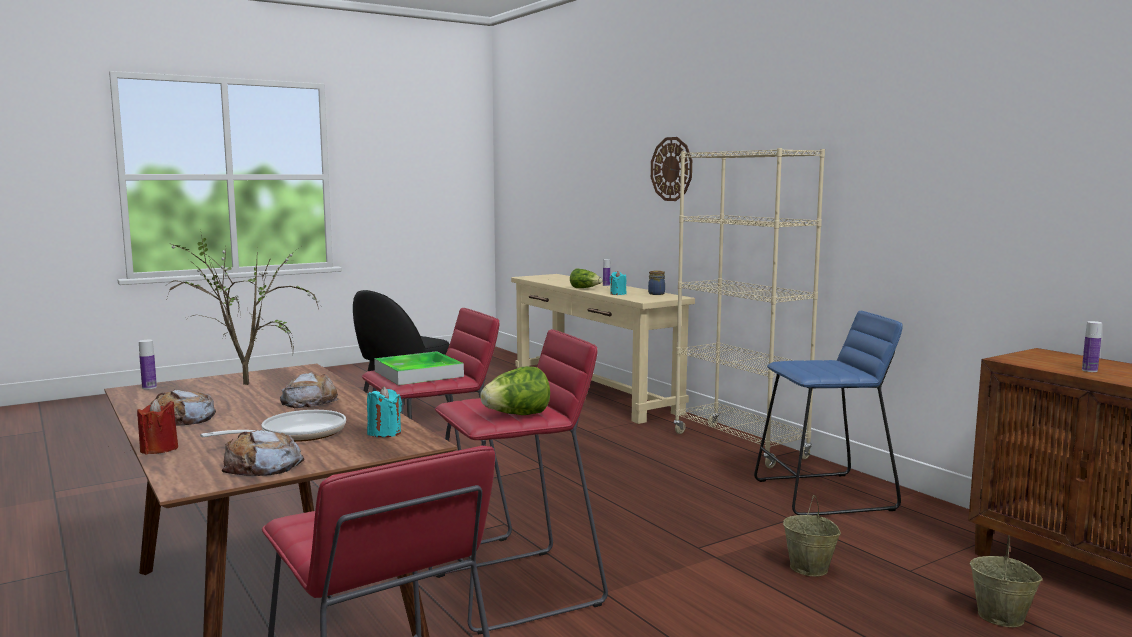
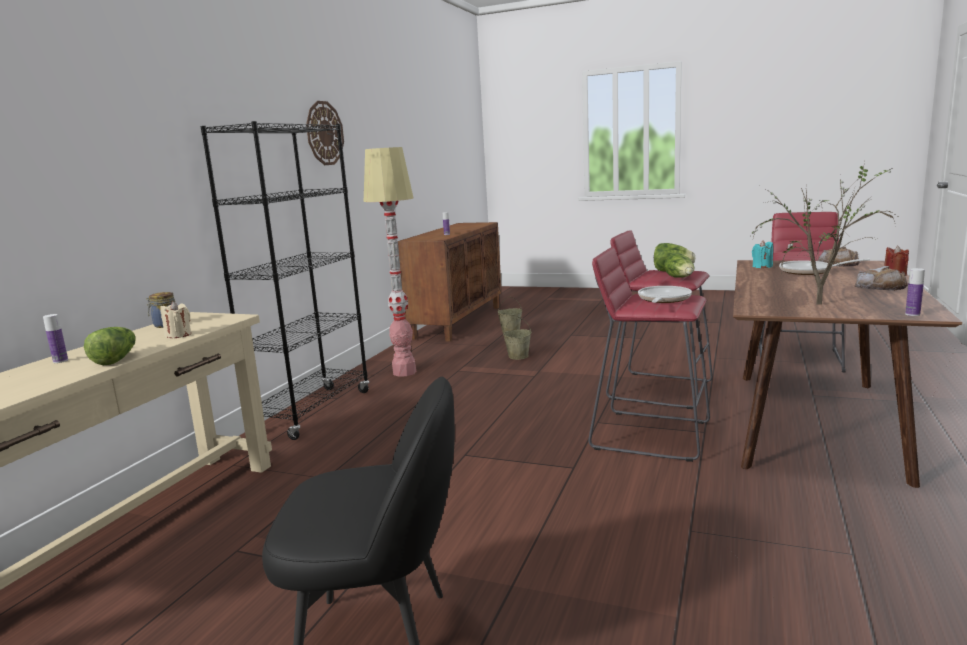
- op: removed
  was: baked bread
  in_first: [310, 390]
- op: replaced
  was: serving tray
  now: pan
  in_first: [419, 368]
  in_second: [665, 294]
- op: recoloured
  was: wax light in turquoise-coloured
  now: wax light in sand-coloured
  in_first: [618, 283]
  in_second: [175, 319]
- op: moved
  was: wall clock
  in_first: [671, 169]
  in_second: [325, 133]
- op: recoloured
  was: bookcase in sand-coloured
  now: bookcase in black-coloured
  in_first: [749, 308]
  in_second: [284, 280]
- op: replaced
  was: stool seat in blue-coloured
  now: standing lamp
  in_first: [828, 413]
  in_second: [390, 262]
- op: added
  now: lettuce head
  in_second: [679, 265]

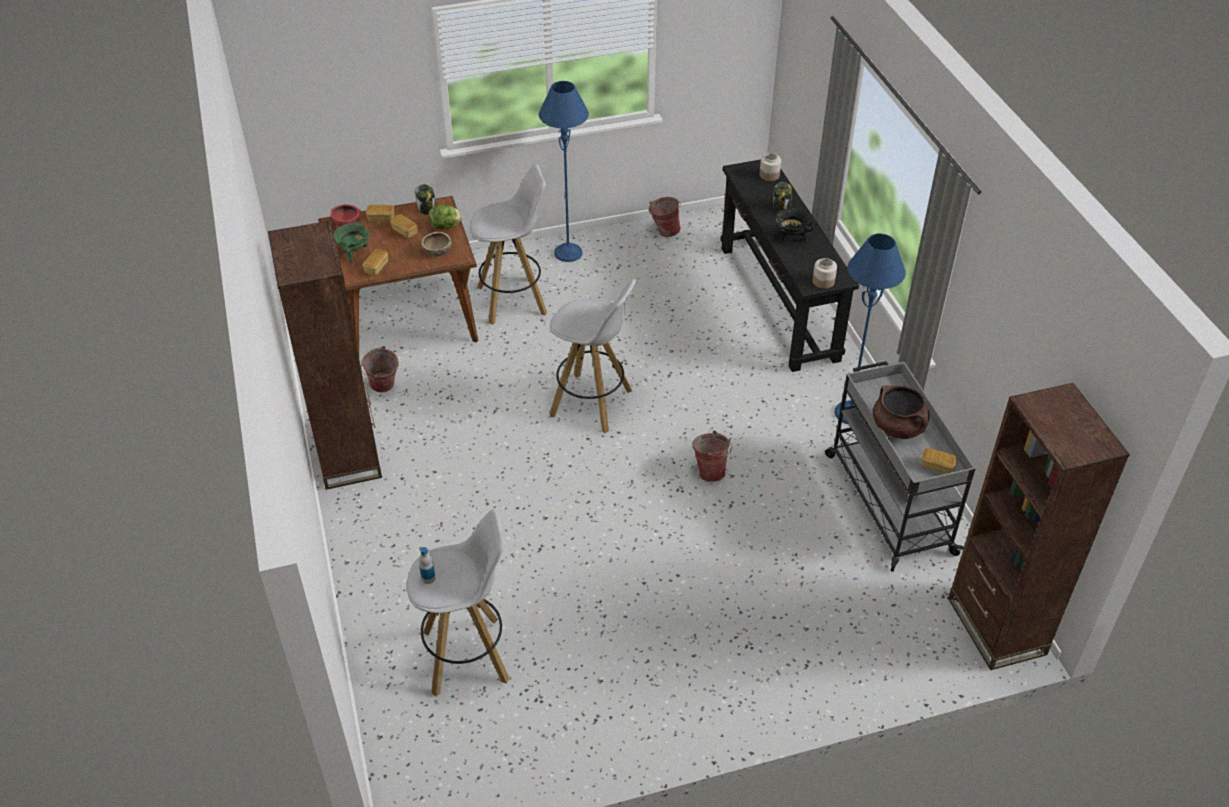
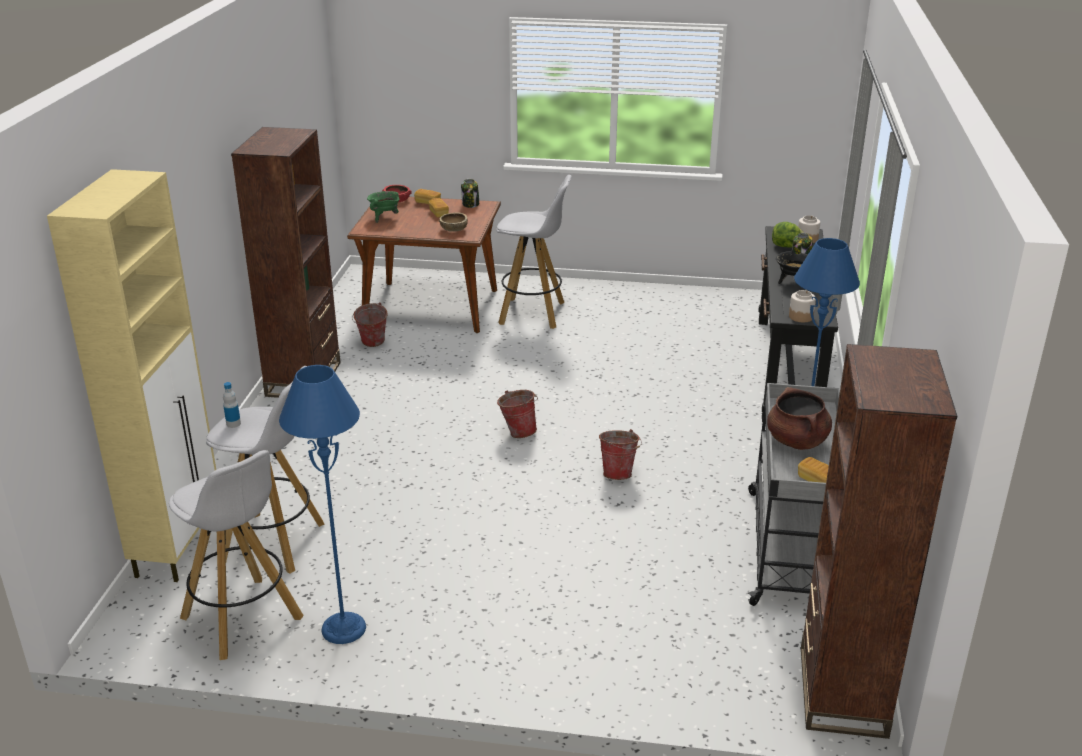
- op: removed
  was: baked bread
  in_first: [375, 262]
- op: moved
  was: lettuce head
  in_first: [445, 217]
  in_second: [788, 234]
- op: moved
  was: standing lamp in blue-coloured
  in_first: [564, 171]
  in_second: [322, 504]
- op: moved
  was: stool seat in white-coloured
  in_first: [592, 356]
  in_second: [236, 555]
- op: moved
  was: bucket
  in_first: [665, 217]
  in_second: [517, 414]
- op: added
  now: cupboard in sand-coloured
  in_second: [131, 375]

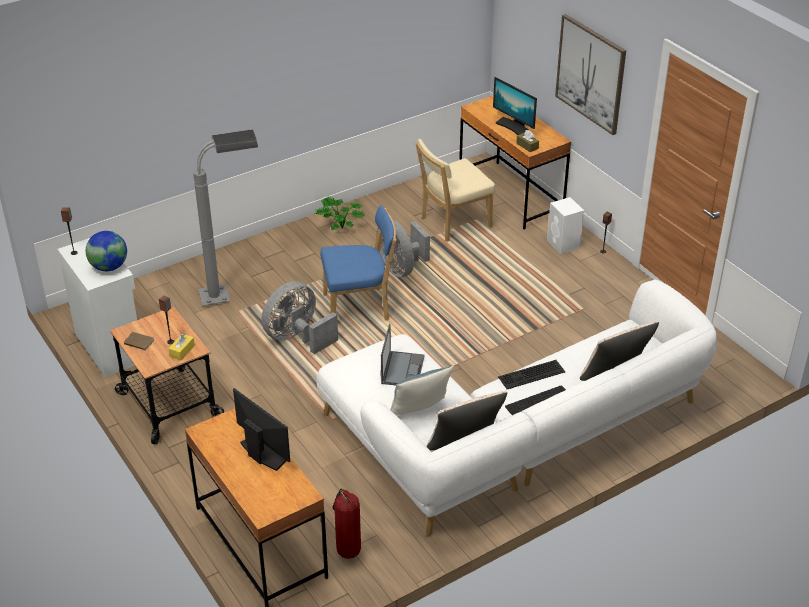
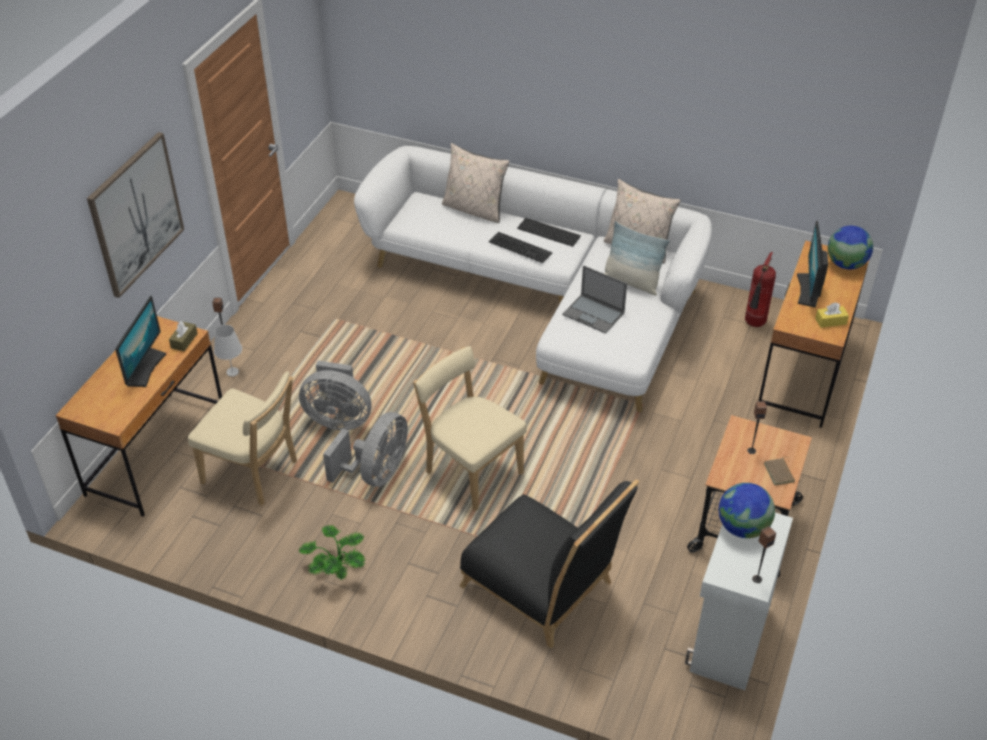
- op: moved
  was: tissue box in yellow
  in_first: [181, 347]
  in_second: [832, 315]
- op: replaced
  was: standing lamp in gray
  now: upright chair in black-coloured
  in_first: [225, 217]
  in_second: [549, 564]
- op: moved
  was: electric fan in gray
  in_first: [299, 317]
  in_second: [335, 395]
- op: recoloured
  was: upright chair in blue-coloured
  now: upright chair in sand-coloured
  in_first: [358, 263]
  in_second: [470, 428]
- op: turned
  was: laptop
  in_first: [403, 354]
  in_second: [594, 299]
  clockwise: -120
- op: replaced
  was: loudspeaker in white-coloured
  now: tabletop lamp in white-coloured
  in_first: [565, 225]
  in_second: [228, 351]
- op: added
  now: world globe
  in_second: [850, 247]

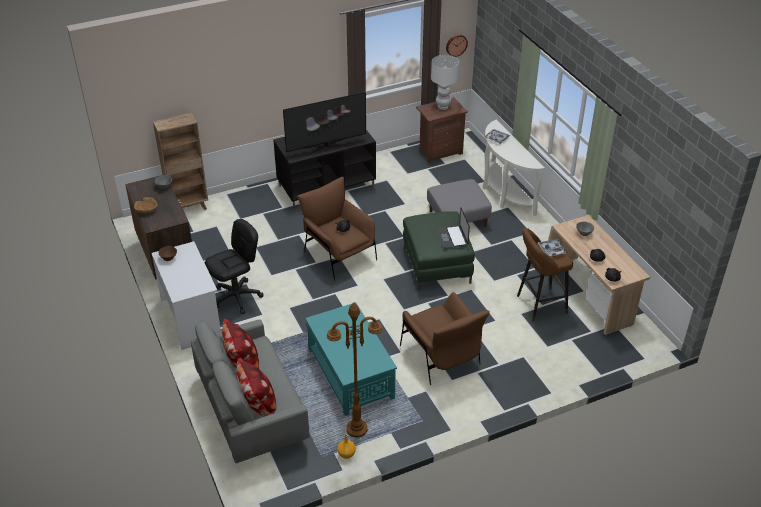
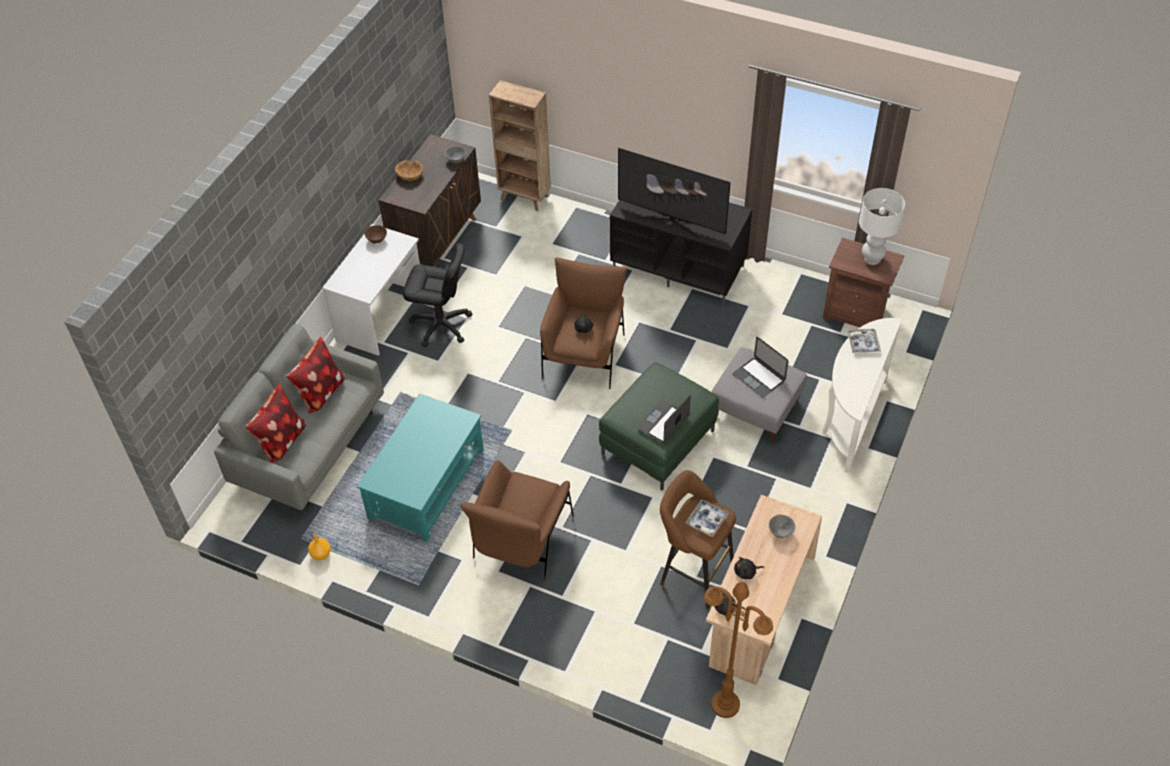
- op: moved
  was: standing lamp in brown
  in_first: [354, 370]
  in_second: [738, 650]
- op: removed
  was: wall clock
  in_first: [457, 45]
- op: added
  now: laptop
  in_second: [760, 367]

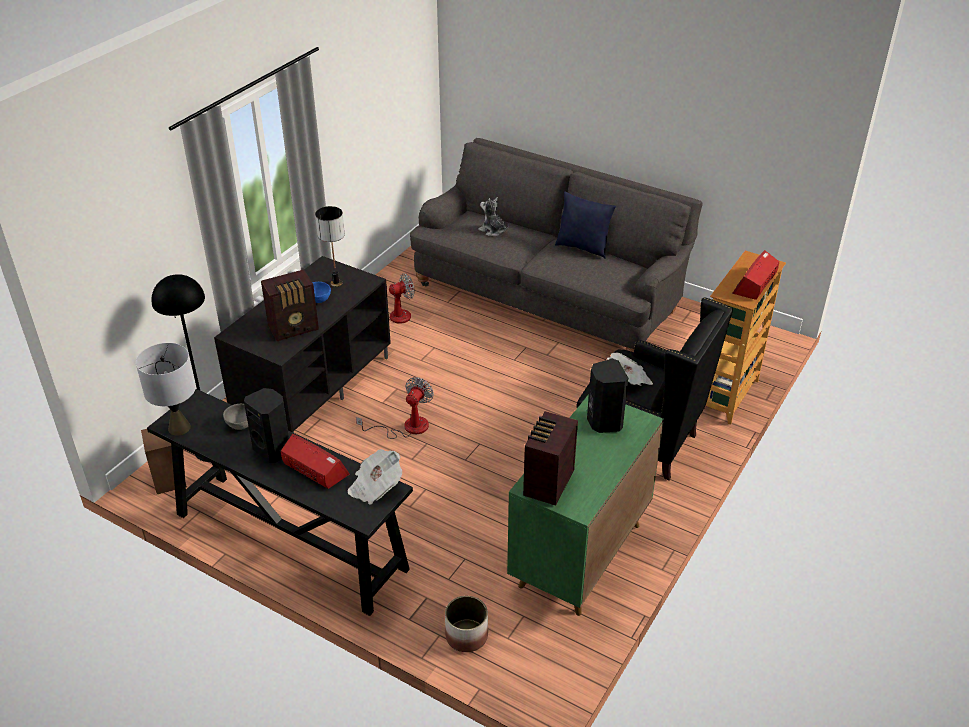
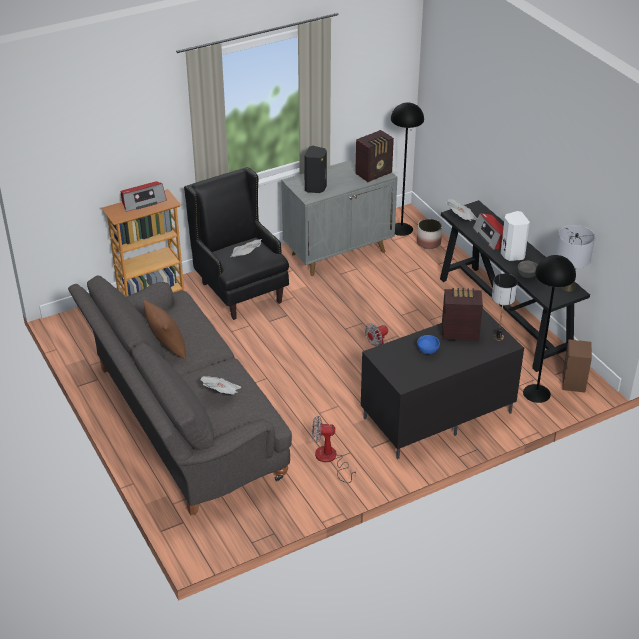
- op: recoloured
  was: loudspeaker in black-coloured
  now: loudspeaker in white-coloured
  in_first: [266, 425]
  in_second: [515, 236]
- op: moved
  was: tabletop lamp
  in_first: [330, 246]
  in_second: [505, 307]
- op: replaced
  was: plush toy
  now: newspaper
  in_first: [493, 216]
  in_second: [221, 385]
- op: recoloured
  was: cupboard in green-coloured
  now: cupboard in gray
  in_first: [585, 505]
  in_second: [339, 217]
- op: recoloured
  was: pillow in blue-coloured
  now: pillow in brown
  in_first: [585, 225]
  in_second: [164, 330]
- op: added
  now: standing lamp in black-coloured
  in_second: [407, 169]

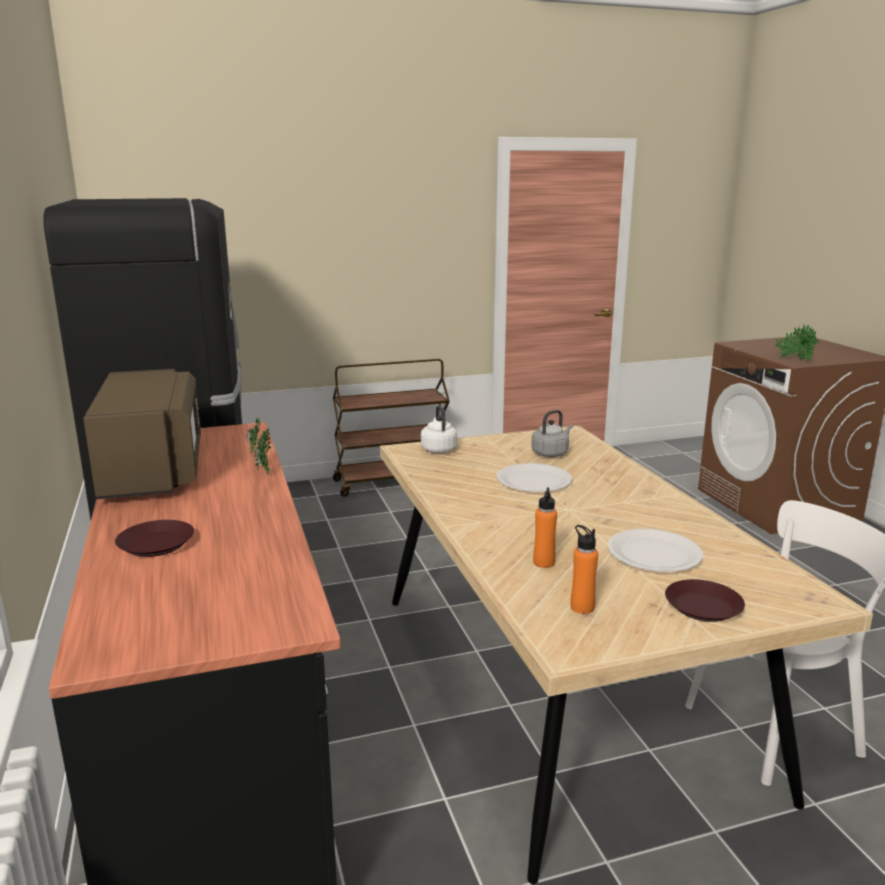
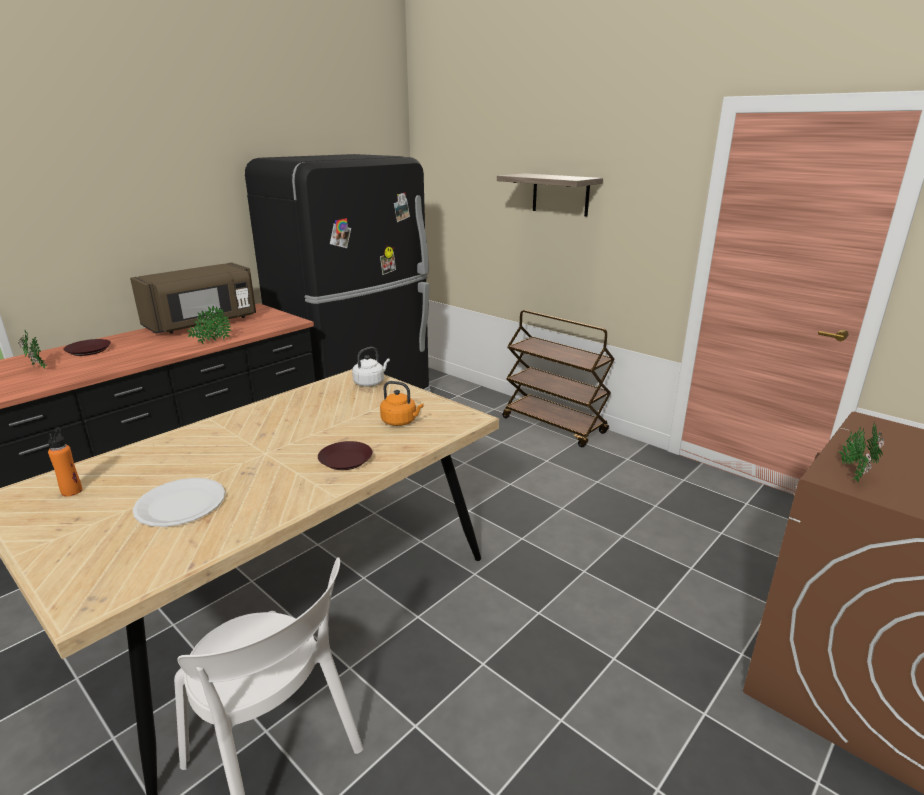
- op: removed
  was: dinner plate in white-coloured
  in_first: [534, 477]
- op: recoloured
  was: tea kettle in gray
  now: tea kettle in orange-coloured
  in_first: [552, 433]
  in_second: [402, 403]
- op: removed
  was: bottle in orange-coloured
  in_first: [545, 527]
- op: moved
  was: dinner plate in brown
  in_first: [705, 600]
  in_second: [345, 455]
- op: added
  now: plant in a pot
  in_second: [32, 349]
- op: added
  now: wall shelf
  in_second: [550, 195]

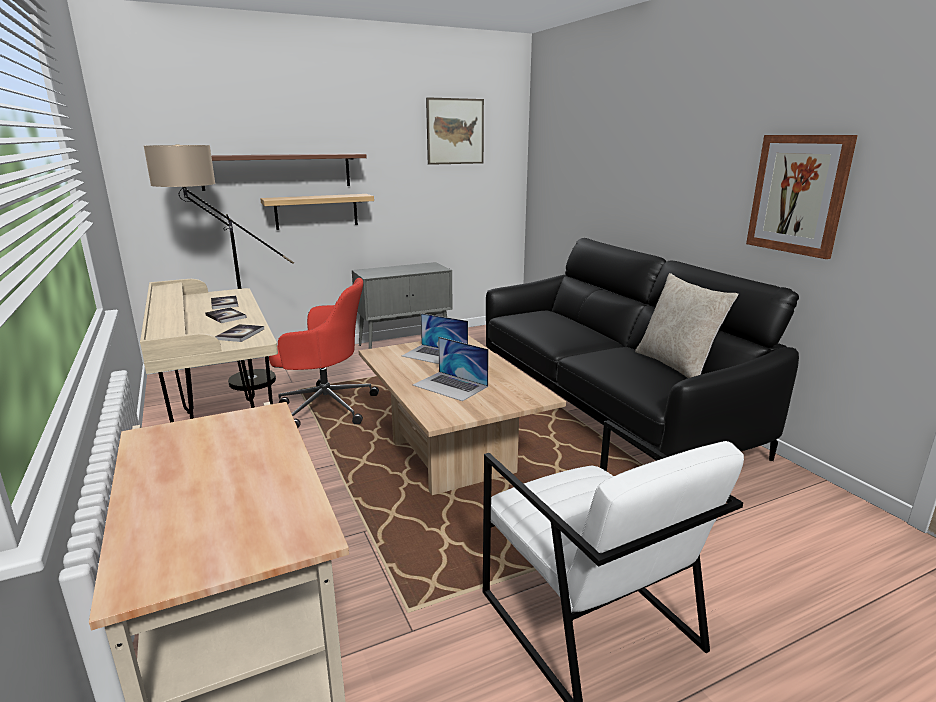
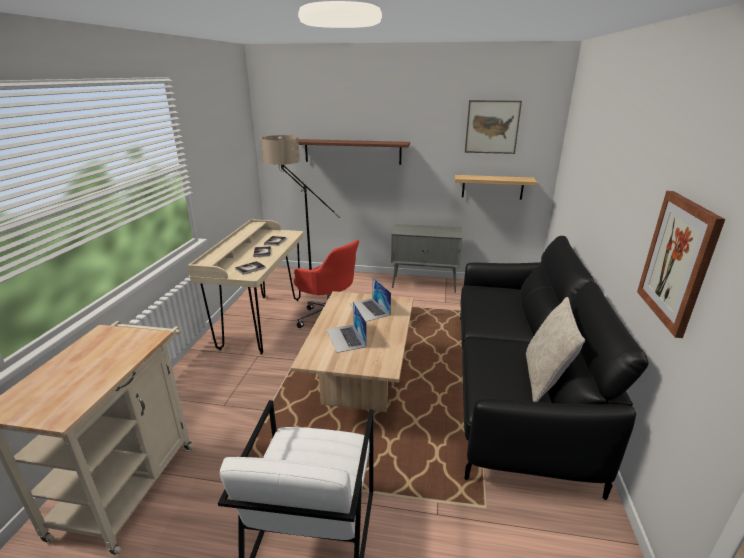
- op: moved
  was: wall shelf
  in_first: [317, 212]
  in_second: [496, 187]

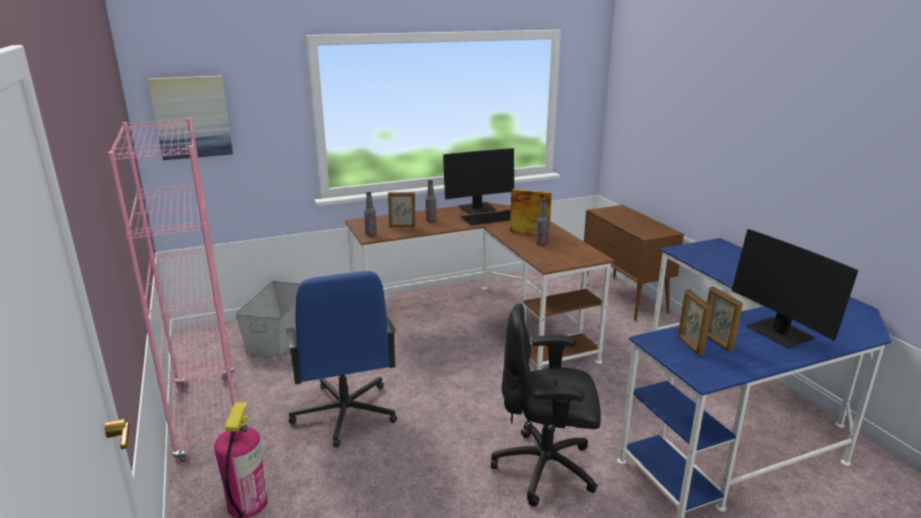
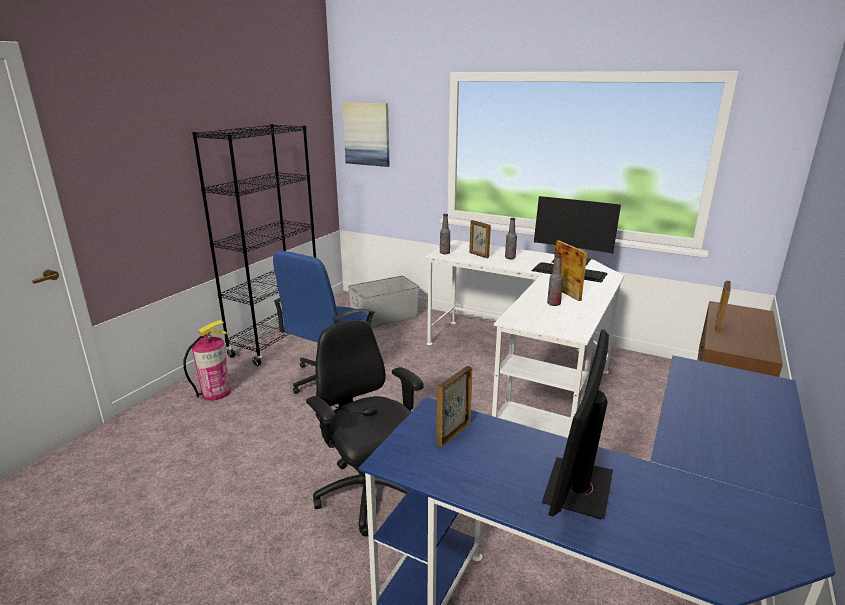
- op: recoloured
  was: bookcase in pink-coloured
  now: bookcase in black-coloured
  in_first: [171, 291]
  in_second: [254, 245]
- op: recoloured
  was: desk unit in brown
  now: desk unit in white-coloured
  in_first: [480, 286]
  in_second: [524, 339]
- op: moved
  was: standing frame
  in_first: [725, 319]
  in_second: [723, 307]

